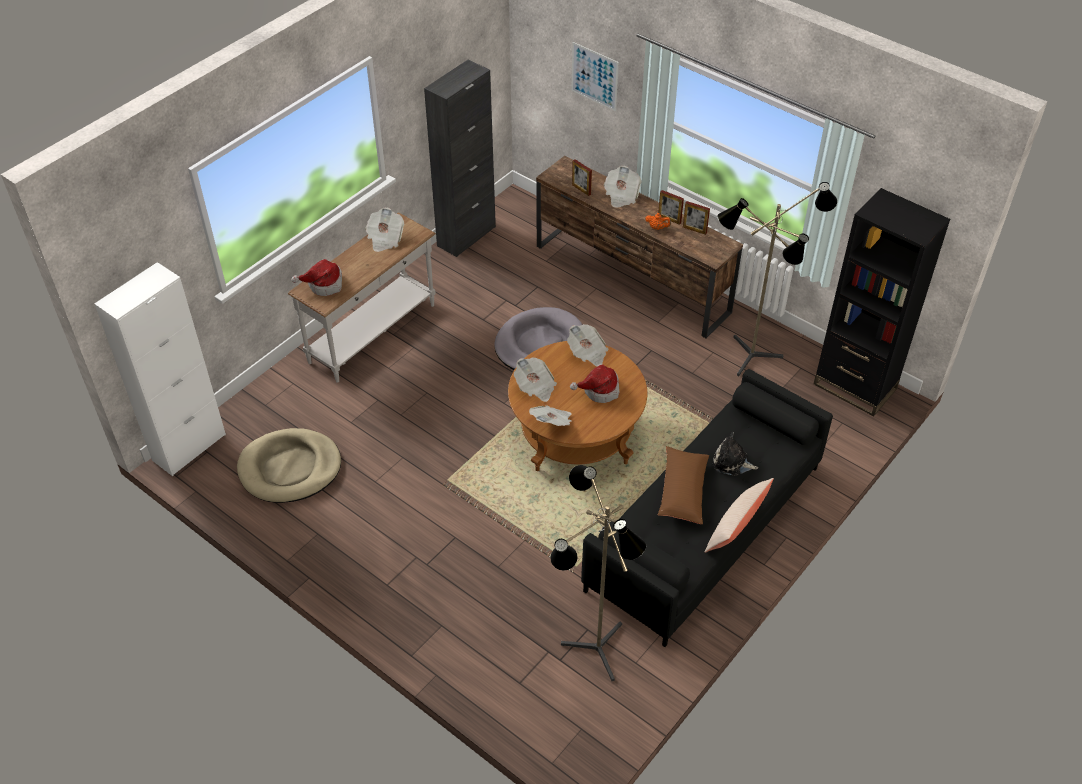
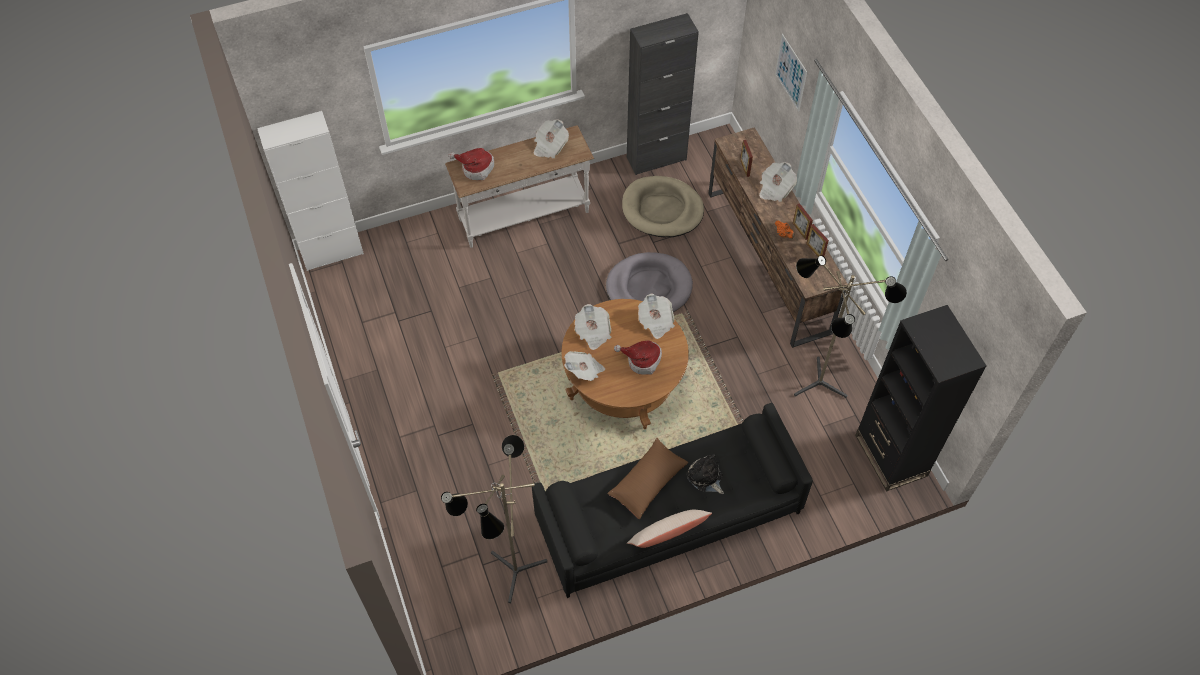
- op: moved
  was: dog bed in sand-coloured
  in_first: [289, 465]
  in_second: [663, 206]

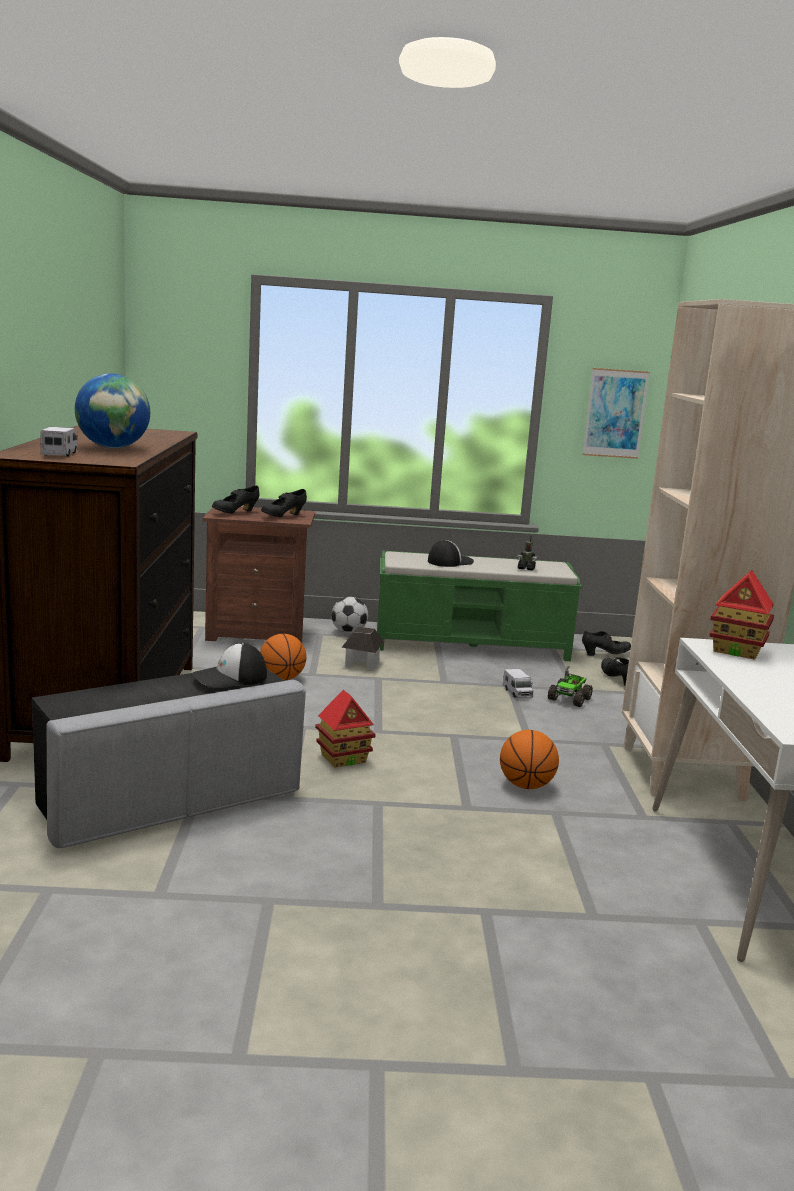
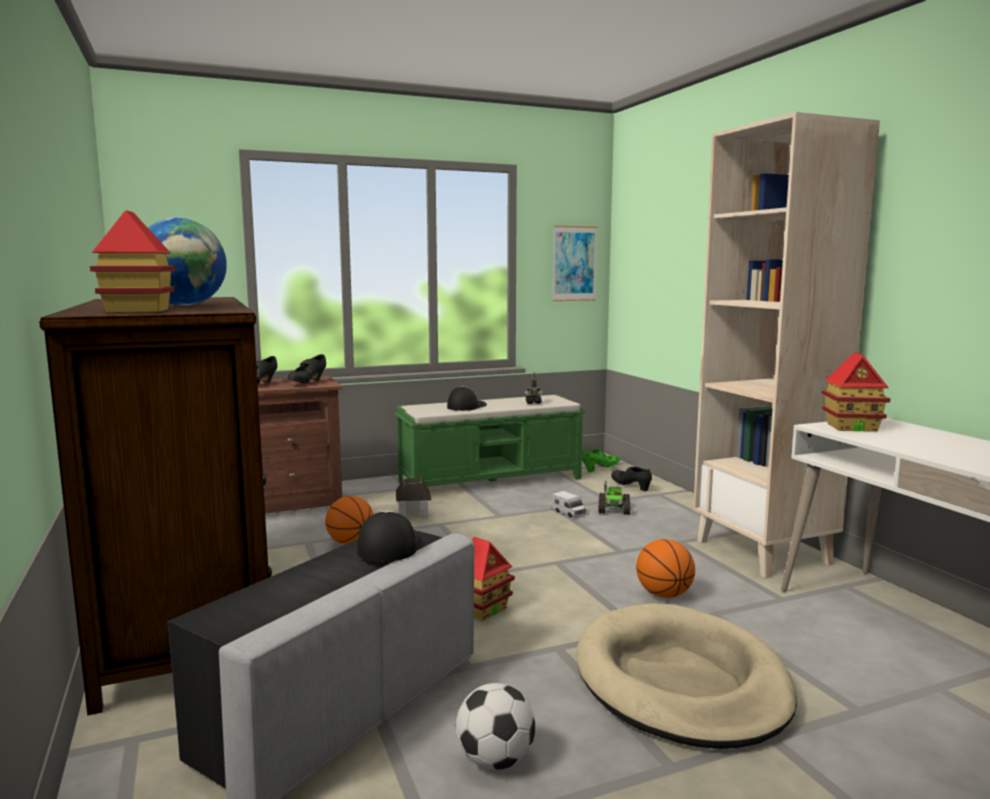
- op: replaced
  was: model truck
  now: miniature house
  in_first: [59, 442]
  in_second: [132, 261]
- op: turned
  was: baseball cap
  in_first: [230, 665]
  in_second: [388, 536]
  clockwise: 135
- op: moved
  was: football ball
  in_first: [349, 615]
  in_second: [495, 726]
- op: recoloured
  was: low shoe in black-coloured
  now: low shoe in green-coloured
  in_first: [606, 643]
  in_second: [601, 460]
- op: added
  now: dog bed in sand-coloured
  in_second: [686, 676]

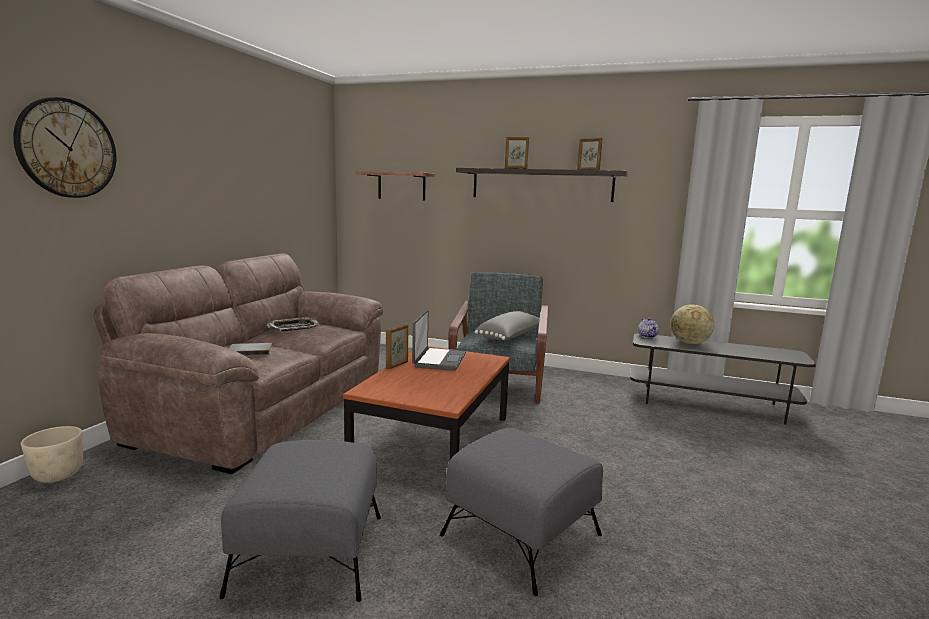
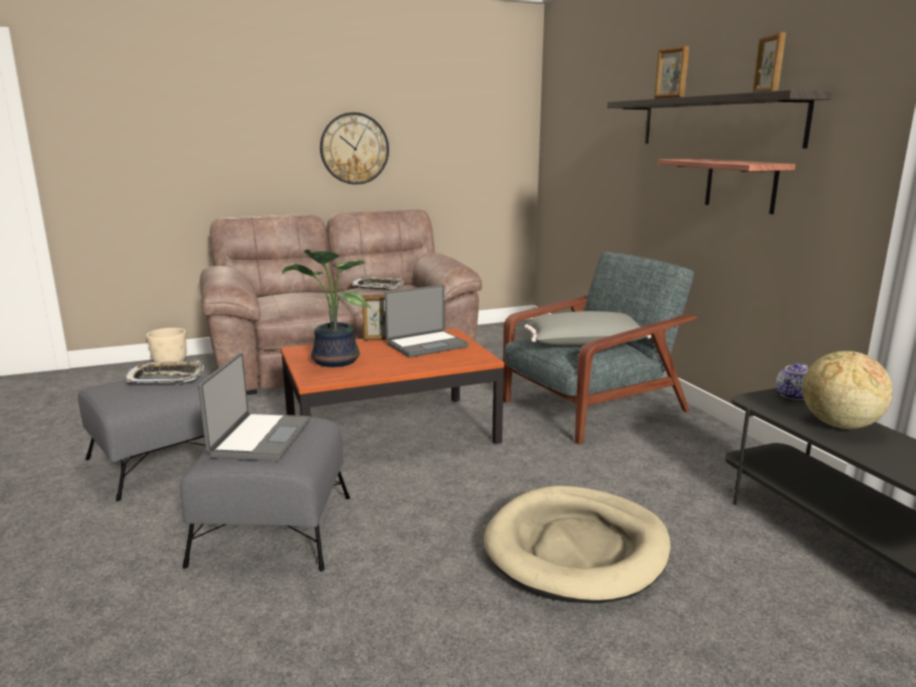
- op: moved
  was: wall clock
  in_first: [64, 147]
  in_second: [354, 148]
- op: removed
  was: volume in gray
  in_first: [250, 349]
- op: moved
  was: wall shelf
  in_first: [395, 185]
  in_second: [727, 186]
- op: added
  now: serving tray
  in_second: [165, 372]
- op: added
  now: laptop
  in_second: [254, 407]
- op: added
  now: plant in a pot
  in_second: [326, 308]
- op: added
  now: dog bed in sand-coloured
  in_second: [577, 544]

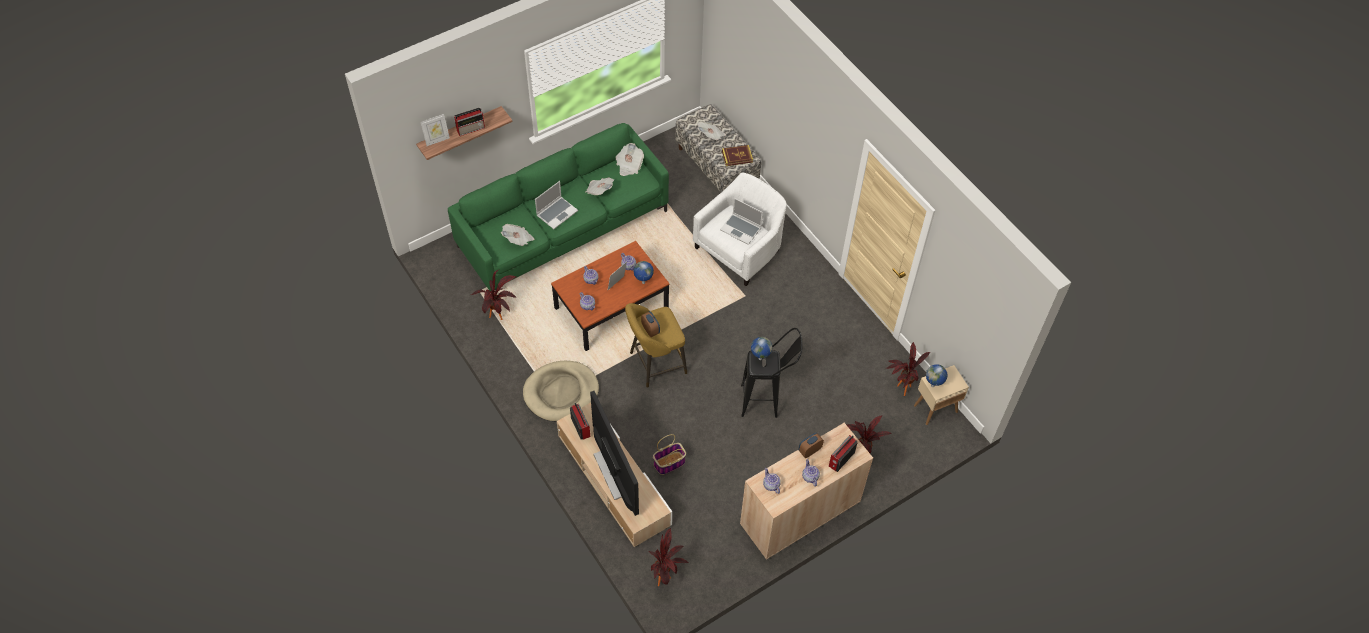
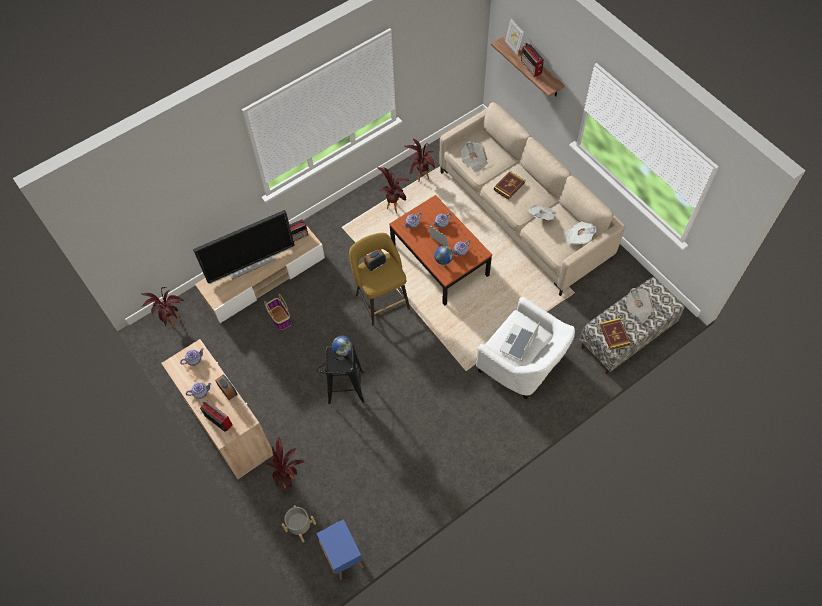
- op: recoloured
  was: settee in green-coloured
  now: settee in sand-coloured
  in_first: [558, 208]
  in_second: [532, 199]
- op: removed
  was: dog bed in sand-coloured
  in_first: [561, 391]
- op: replaced
  was: laptop
  now: volume
  in_first: [556, 205]
  in_second: [509, 185]
- op: moved
  was: plant in a pot
  in_first: [908, 369]
  in_second: [393, 190]
- op: recoloured
  was: end table in sand-coloured
  now: end table in blue-coloured
  in_first: [941, 395]
  in_second: [340, 549]
- op: removed
  was: world globe
  in_first: [937, 375]
- op: added
  now: planter in gray
  in_second: [299, 523]

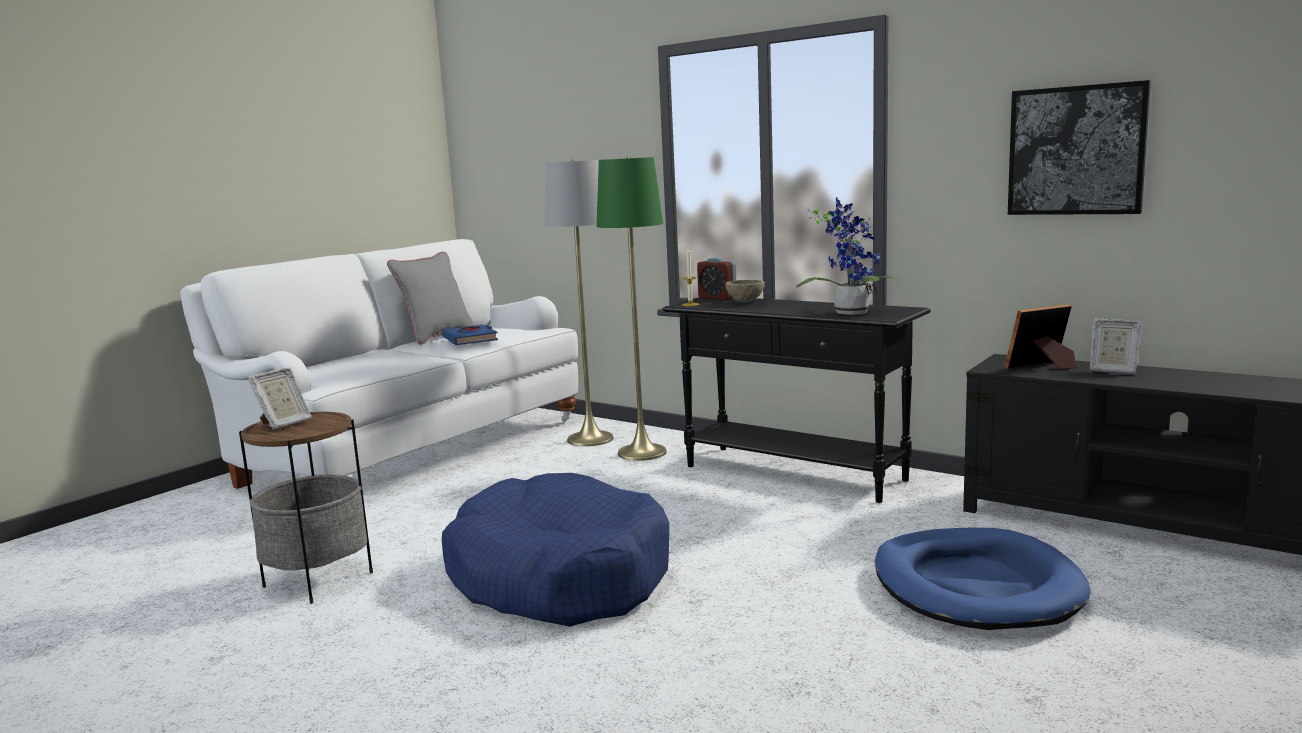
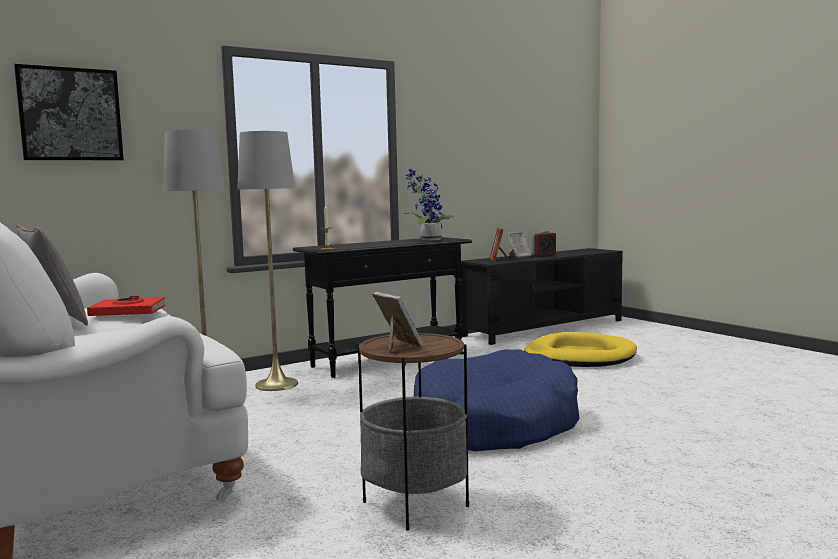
- op: recoloured
  was: volume in blue-coloured
  now: volume in red-coloured
  in_first: [470, 335]
  in_second: [126, 306]
- op: recoloured
  was: standing lamp in green-coloured
  now: standing lamp in gray
  in_first: [631, 308]
  in_second: [267, 261]
- op: moved
  was: table clock
  in_first: [716, 278]
  in_second: [544, 244]
- op: removed
  was: serving bowl in sand-coloured
  in_first: [745, 291]
- op: recoloured
  was: dog bed in blue-coloured
  now: dog bed in yellow
  in_first: [983, 579]
  in_second: [580, 349]
- op: moved
  was: picture
  in_first: [1079, 147]
  in_second: [69, 112]

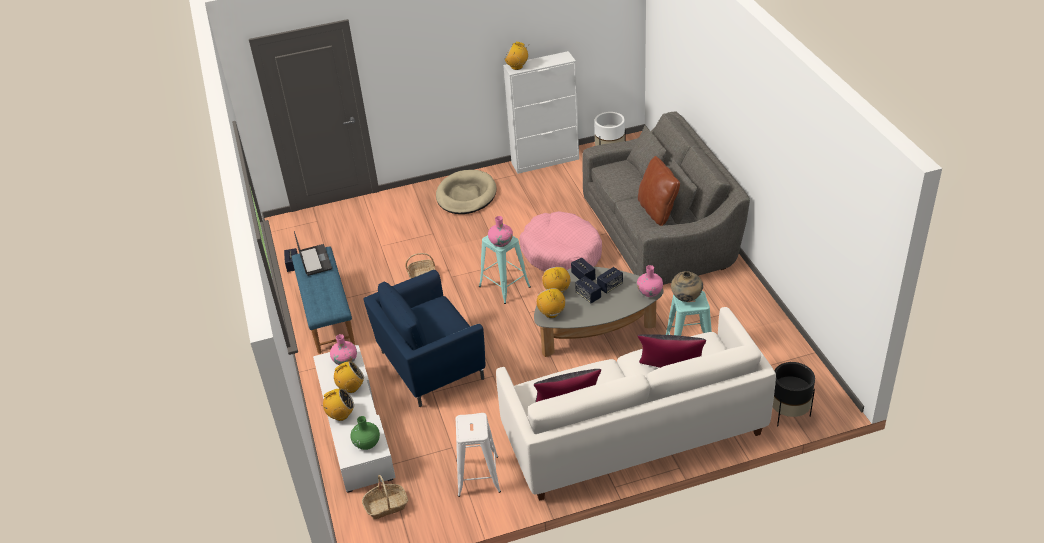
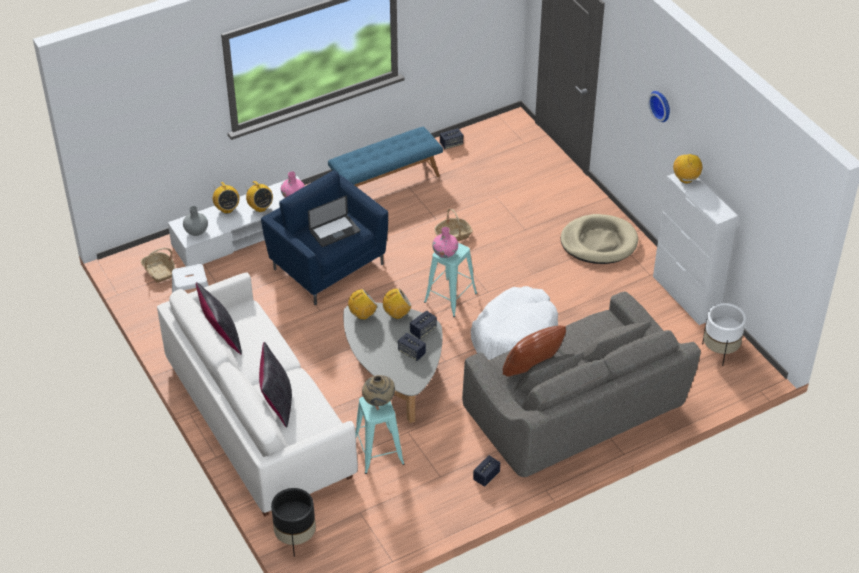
- op: moved
  was: laptop
  in_first: [313, 253]
  in_second: [334, 221]
- op: recoloured
  was: vase in green-coloured
  now: vase in gray
  in_first: [365, 433]
  in_second: [195, 221]
- op: recoloured
  was: dog bed in pink-coloured
  now: dog bed in white-coloured
  in_first: [560, 241]
  in_second: [514, 323]
- op: moved
  was: loudspeaker
  in_first: [588, 289]
  in_second: [486, 471]
- op: removed
  was: vase in pink-coloured
  in_first: [650, 281]
- op: added
  now: wall clock
  in_second: [659, 106]

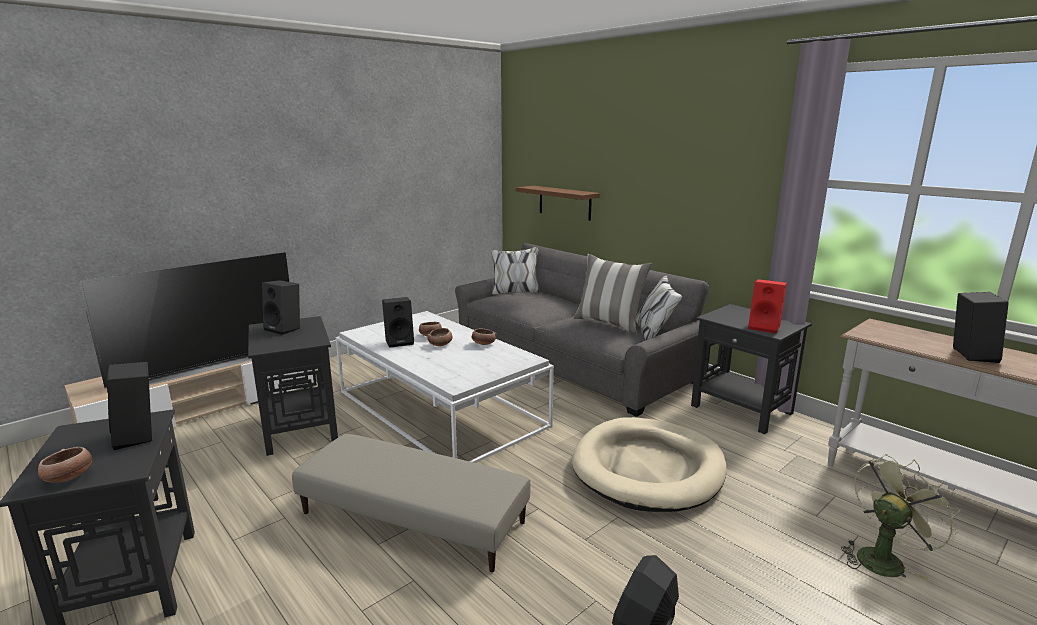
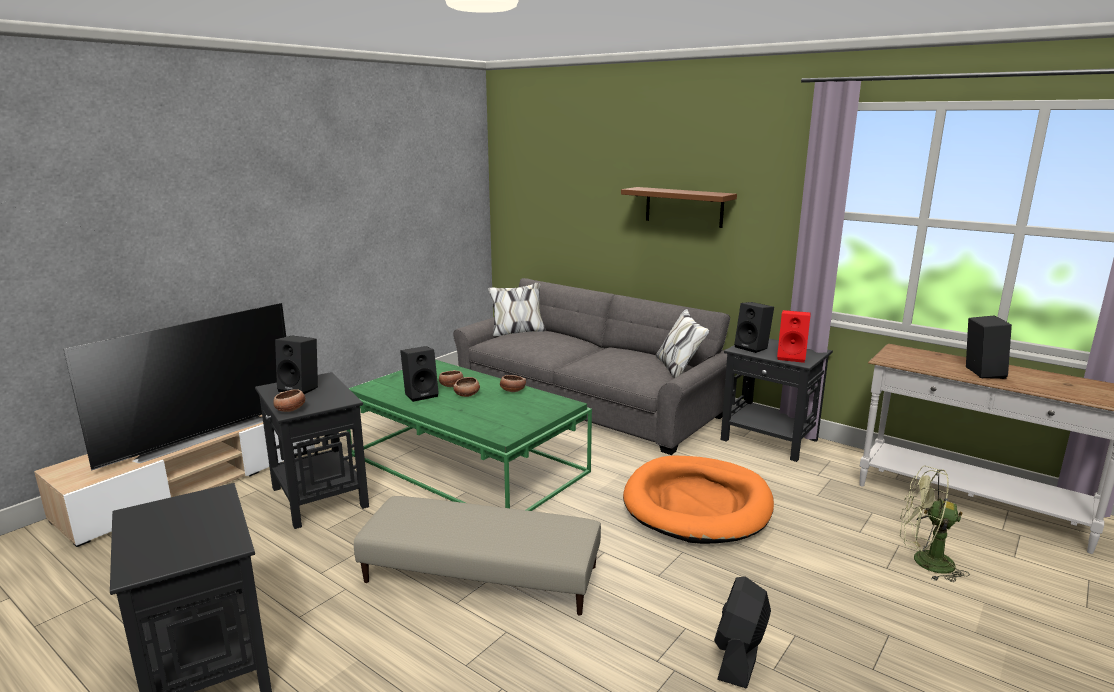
- op: moved
  was: serving bowl
  in_first: [65, 465]
  in_second: [289, 400]
- op: moved
  was: loudspeaker in black-coloured
  in_first: [129, 406]
  in_second: [754, 327]
- op: recoloured
  was: low table in white-coloured
  now: low table in green-coloured
  in_first: [445, 387]
  in_second: [469, 435]
- op: moved
  was: wall shelf in brown
  in_first: [558, 203]
  in_second: [679, 207]
- op: recoloured
  was: dog bed in sand-coloured
  now: dog bed in orange-coloured
  in_first: [649, 464]
  in_second: [698, 499]
- op: removed
  was: pillow
  in_first: [612, 294]
- op: turned
  was: electric fan in green-coloured
  in_first: [900, 517]
  in_second: [935, 524]
  clockwise: -120

